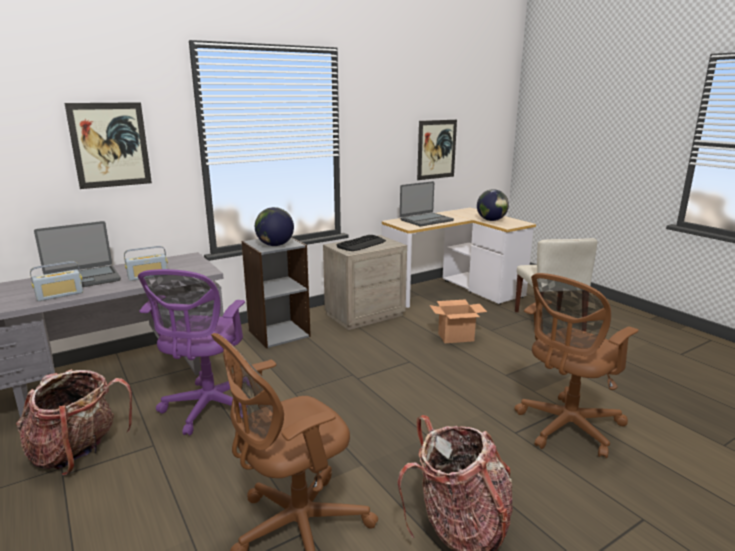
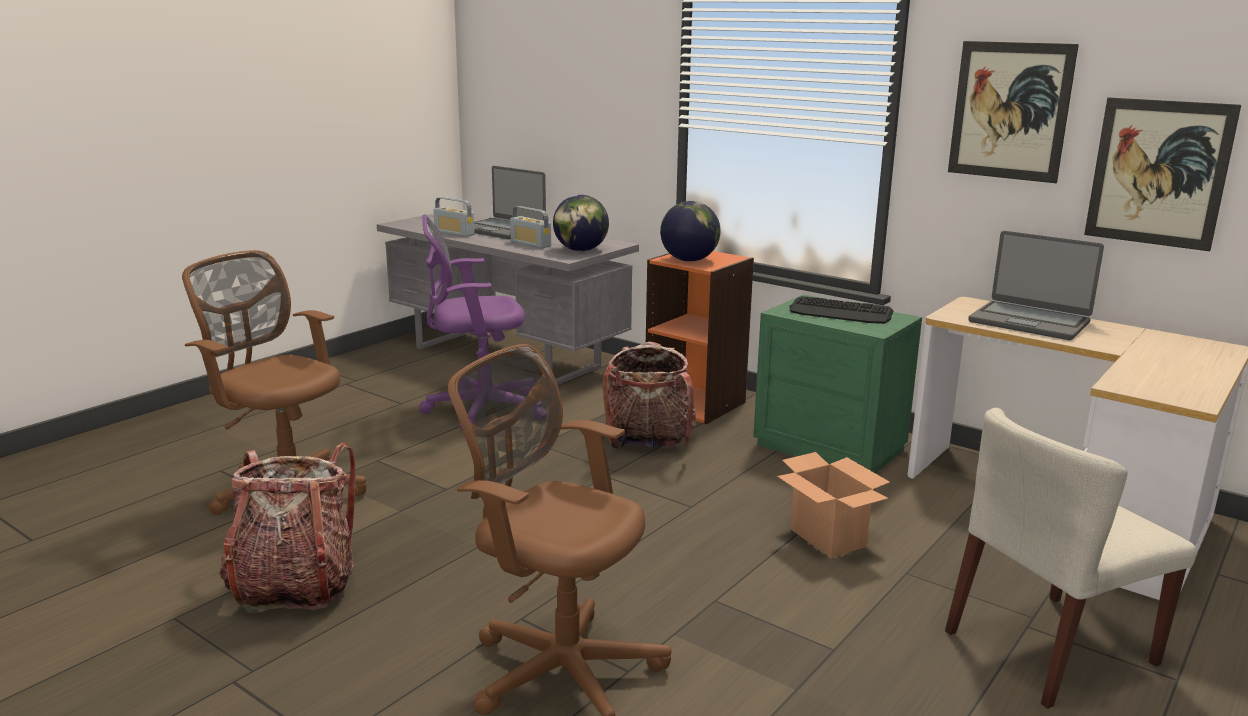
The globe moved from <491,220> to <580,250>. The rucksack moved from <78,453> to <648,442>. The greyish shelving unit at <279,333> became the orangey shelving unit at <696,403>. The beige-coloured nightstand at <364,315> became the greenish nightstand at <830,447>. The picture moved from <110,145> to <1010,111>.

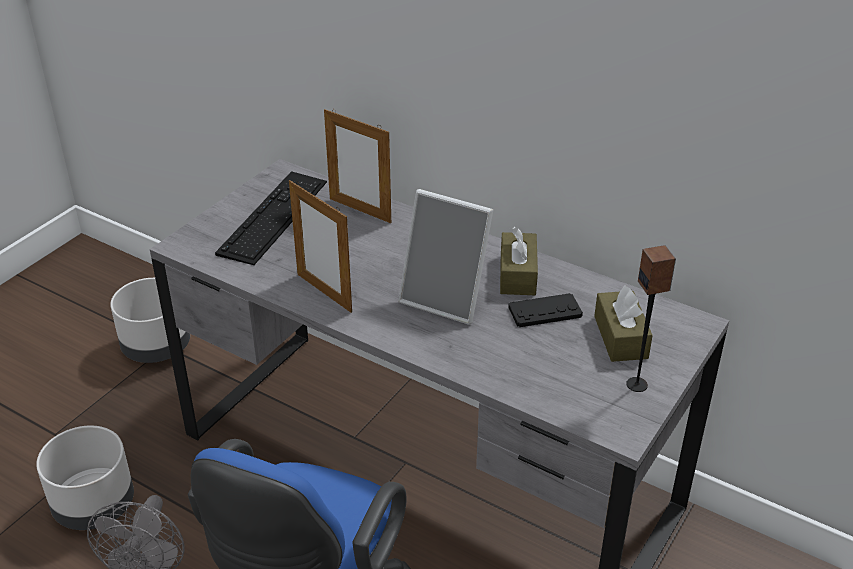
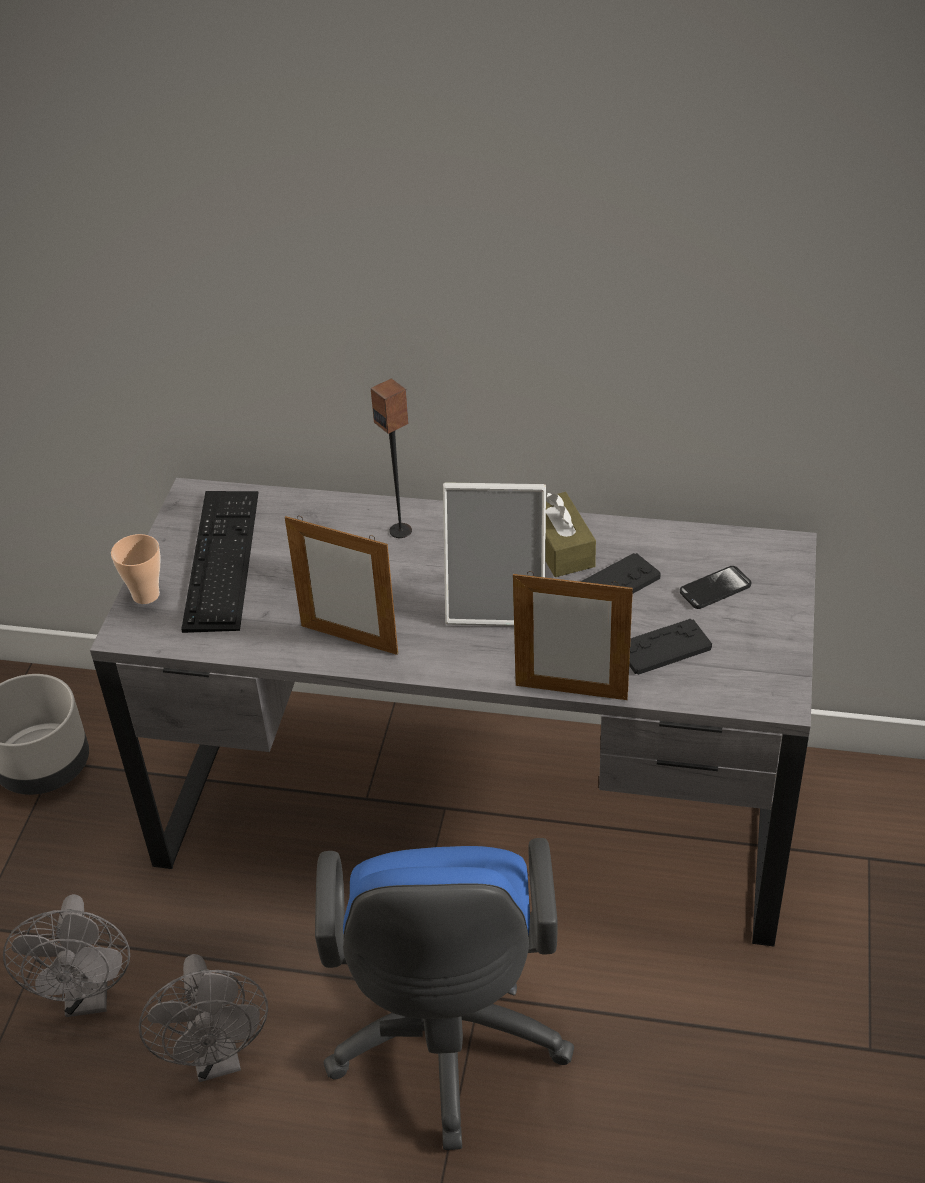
The greyish plant pot at <95,506> was replaced by the greyish electric fan at <88,996>. The drinking cup at <146,595> appeared. The speaker moved from <637,384> to <401,530>. The picture frame moved from <360,210> to <571,692>. The black-coloured joypad at <664,648> appeared. The brown box of tissues at <620,337> was replaced by the telephone at <715,589>.

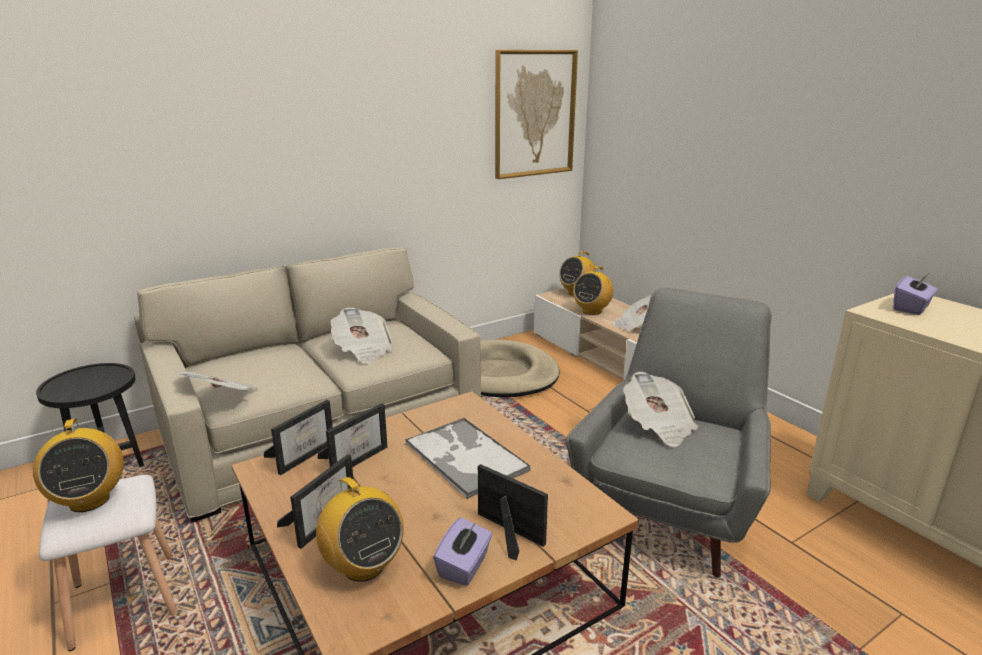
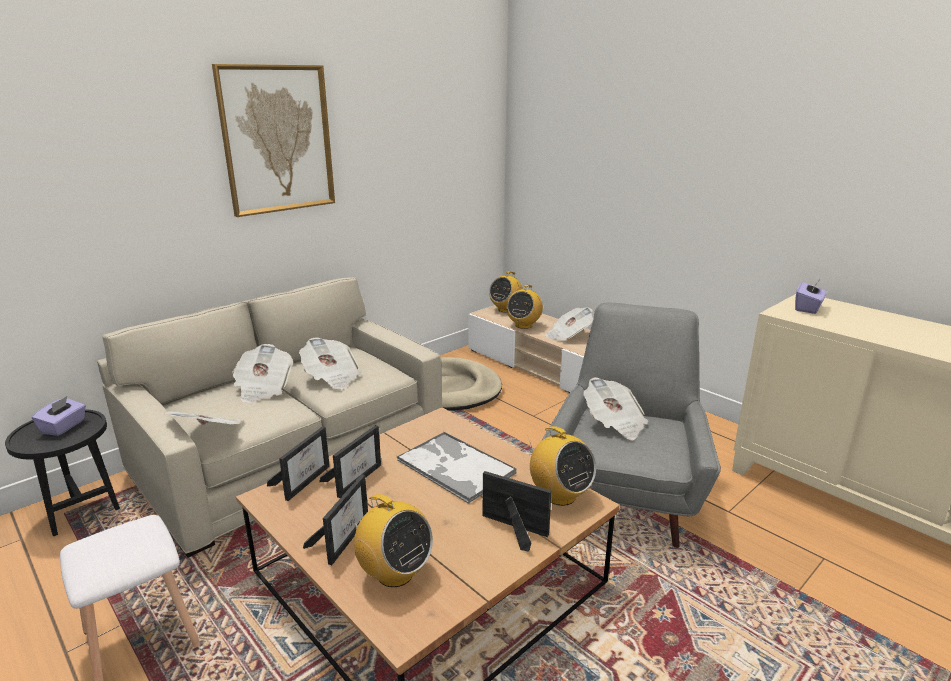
The purplish box of tissues moved from <464,566> to <64,427>. The picture moved from <534,114> to <277,139>. The daily paper at <263,388> appeared. The radio set moved from <89,500> to <559,495>.

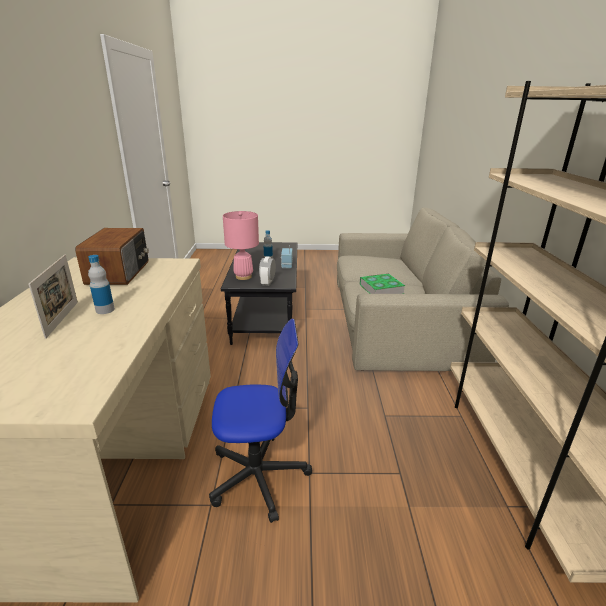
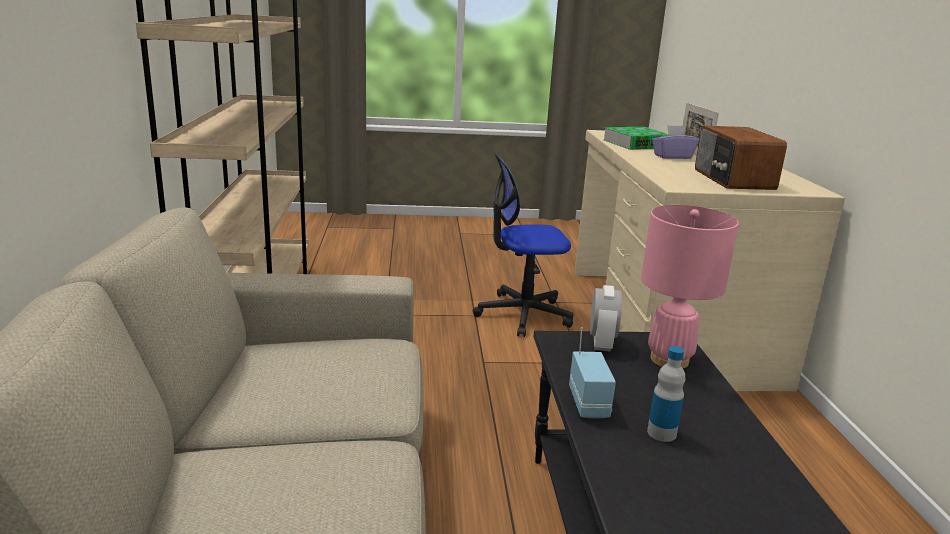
The volume moved from <381,289> to <636,144>. The bottle at <105,310> was replaced by the purplish box of tissues at <672,156>.

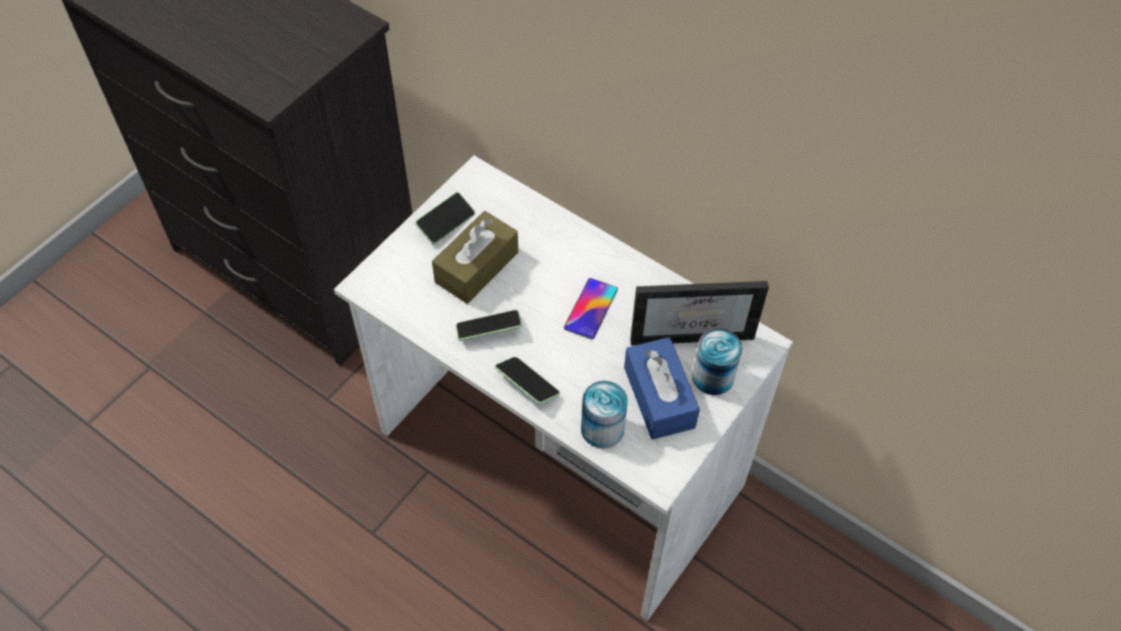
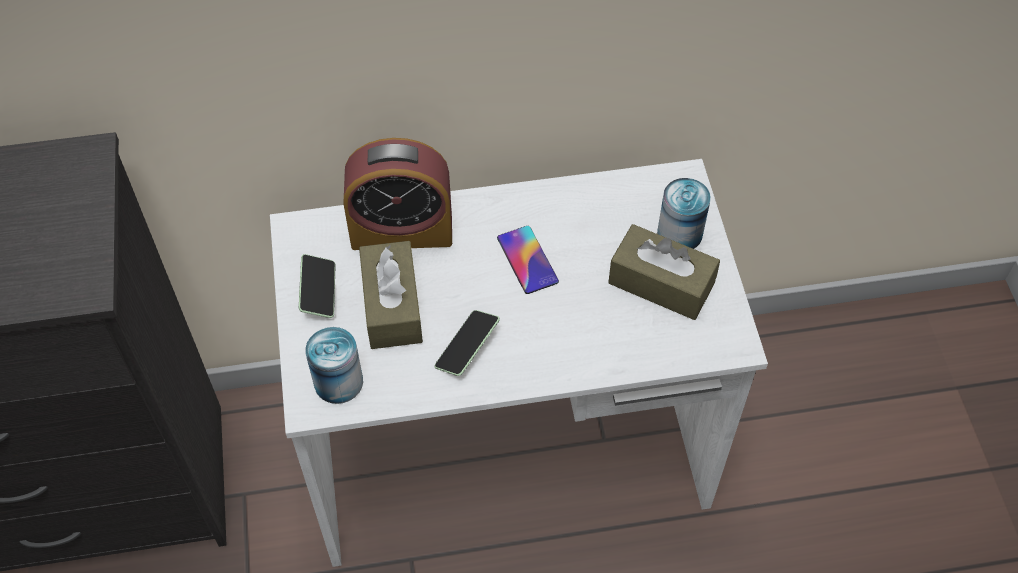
The metal can moved from <602,428> to <338,382>. The table clock at <401,230> appeared. The blue box of tissues at <659,397> became the brown box of tissues at <661,283>. The telephone at <527,385> disappeared. The picture frame at <693,328> disappeared.

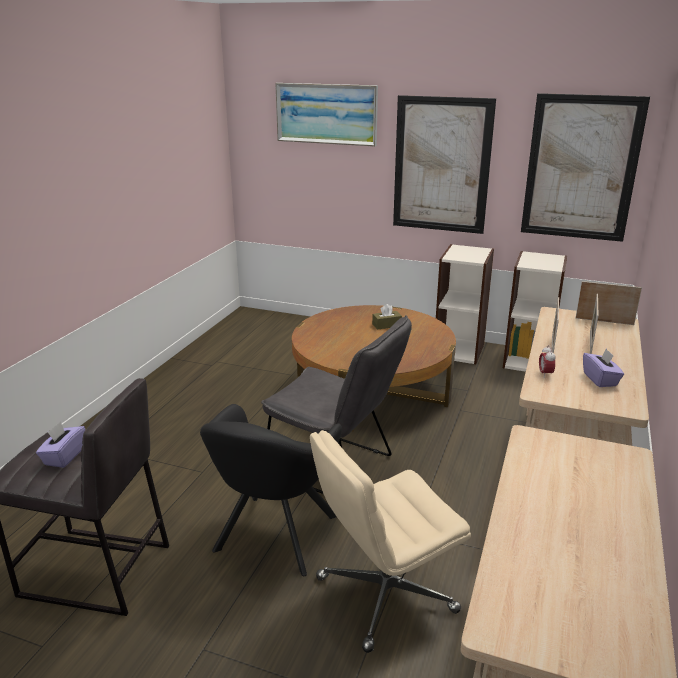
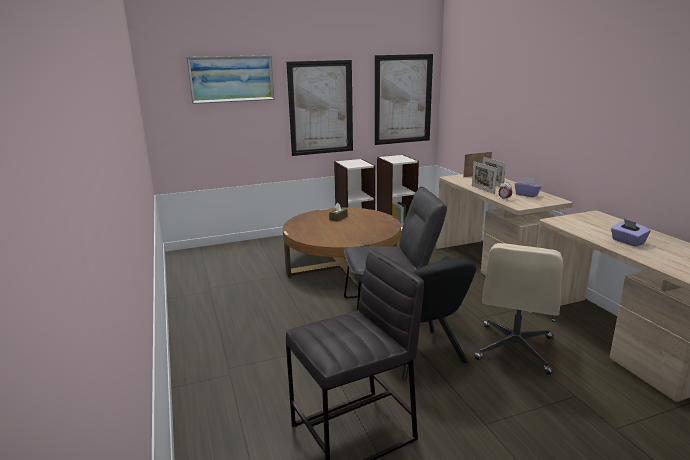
The purplish box of tissues moved from <64,456> to <627,242>.

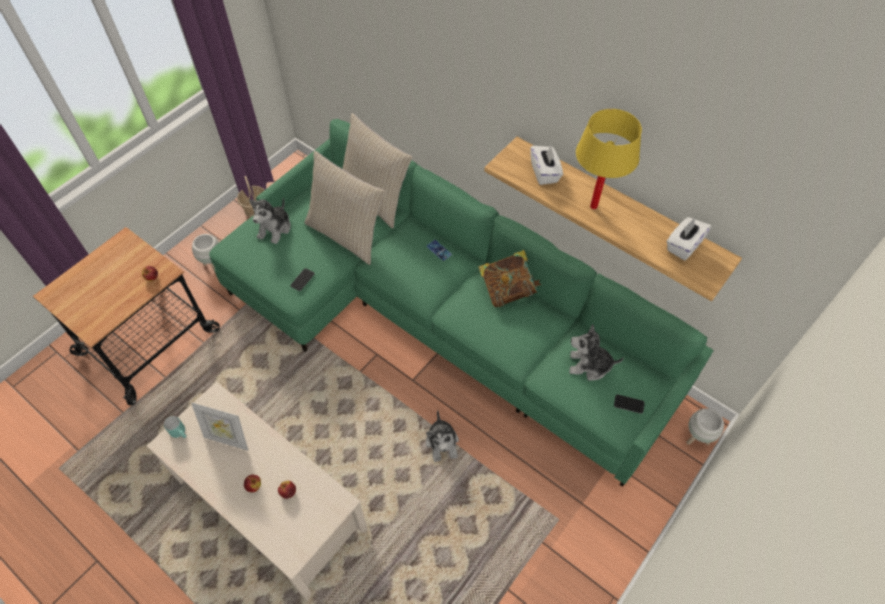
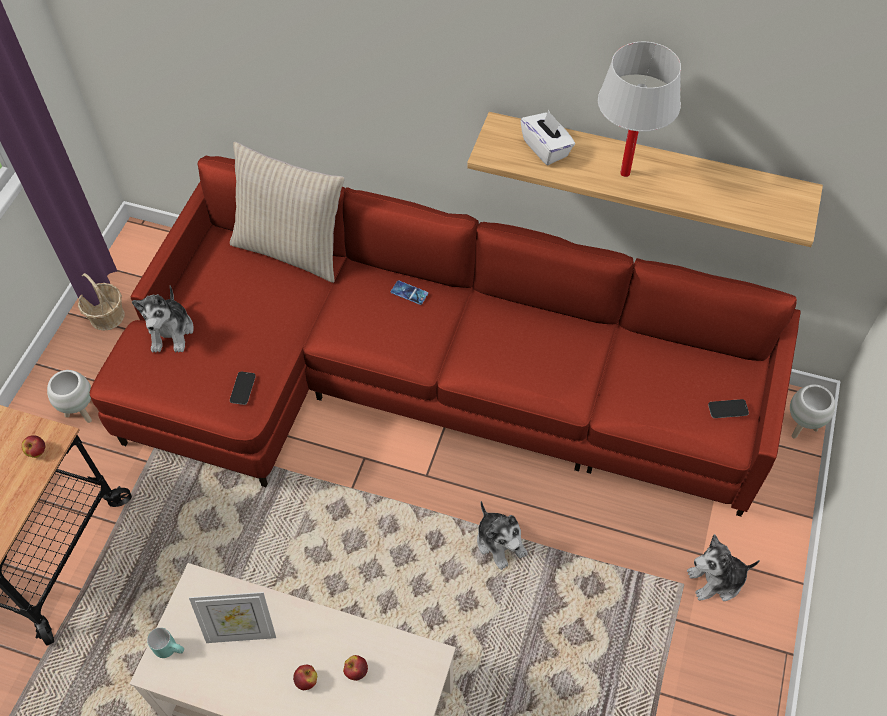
The greenish couch at <439,317> became the reddish couch at <425,382>. The yellowish table lamp at <593,206> became the white-coloured table lamp at <625,173>. The cuddly toy moved from <589,365> to <716,580>. The beige-coloured cushion at <347,234> disappeared. The volume at <508,290> disappeared. The white-coloured box of tissues at <683,245> disappeared.

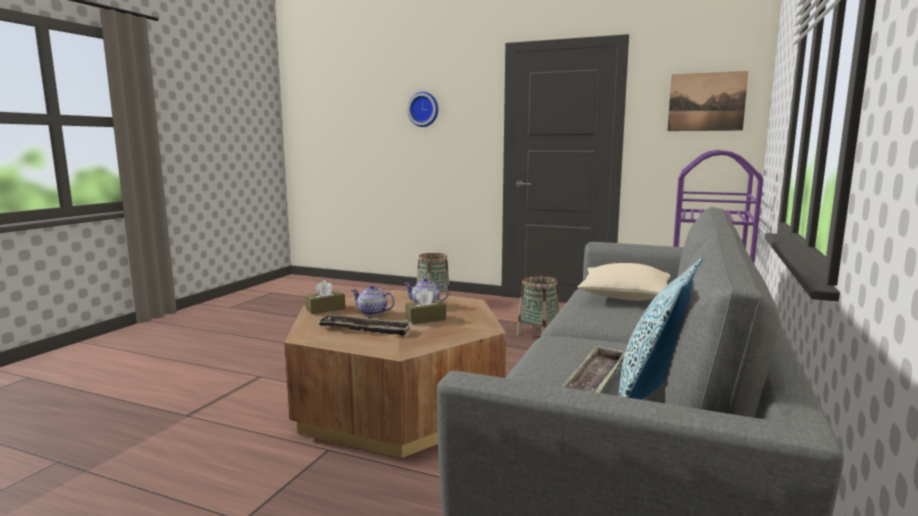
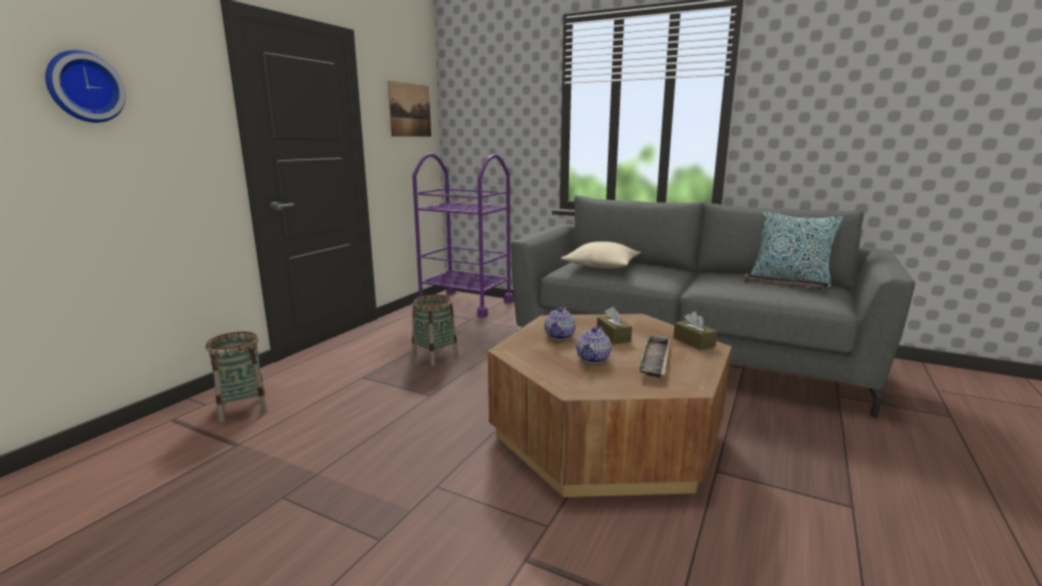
The brown box of tissues moved from <325,309> to <693,342>.

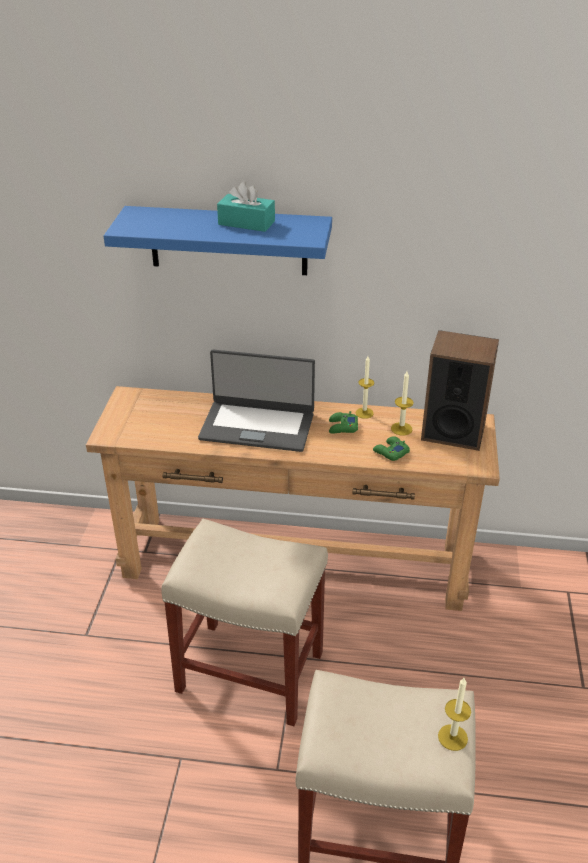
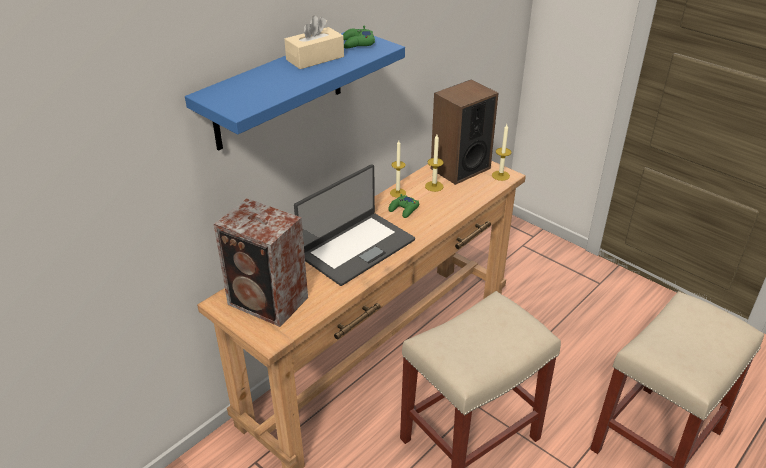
The speaker at <269,302> appeared. The turquoise-coloured box of tissues at <246,223> became the beige-coloured box of tissues at <315,58>. The greenish joypad moved from <390,452> to <357,43>. The wax candle moved from <452,737> to <500,175>.

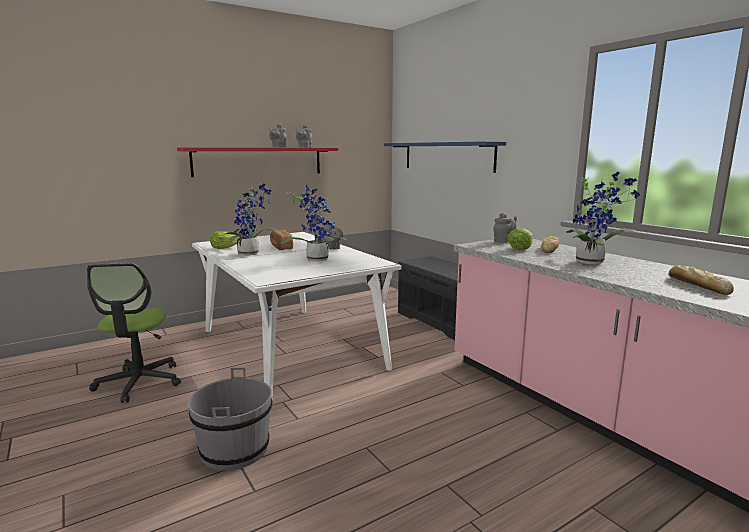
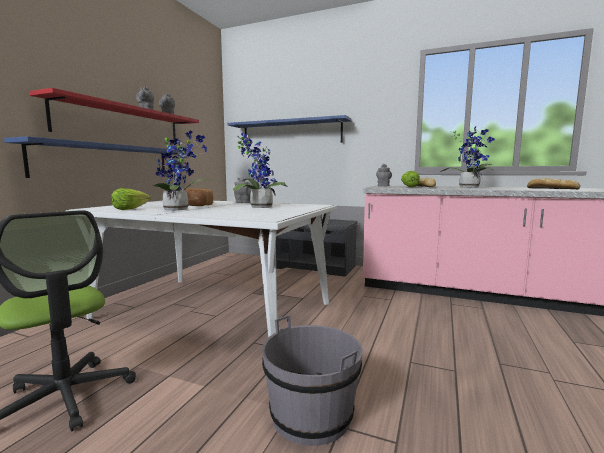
The blue bracket shelf at <107,161> appeared.

